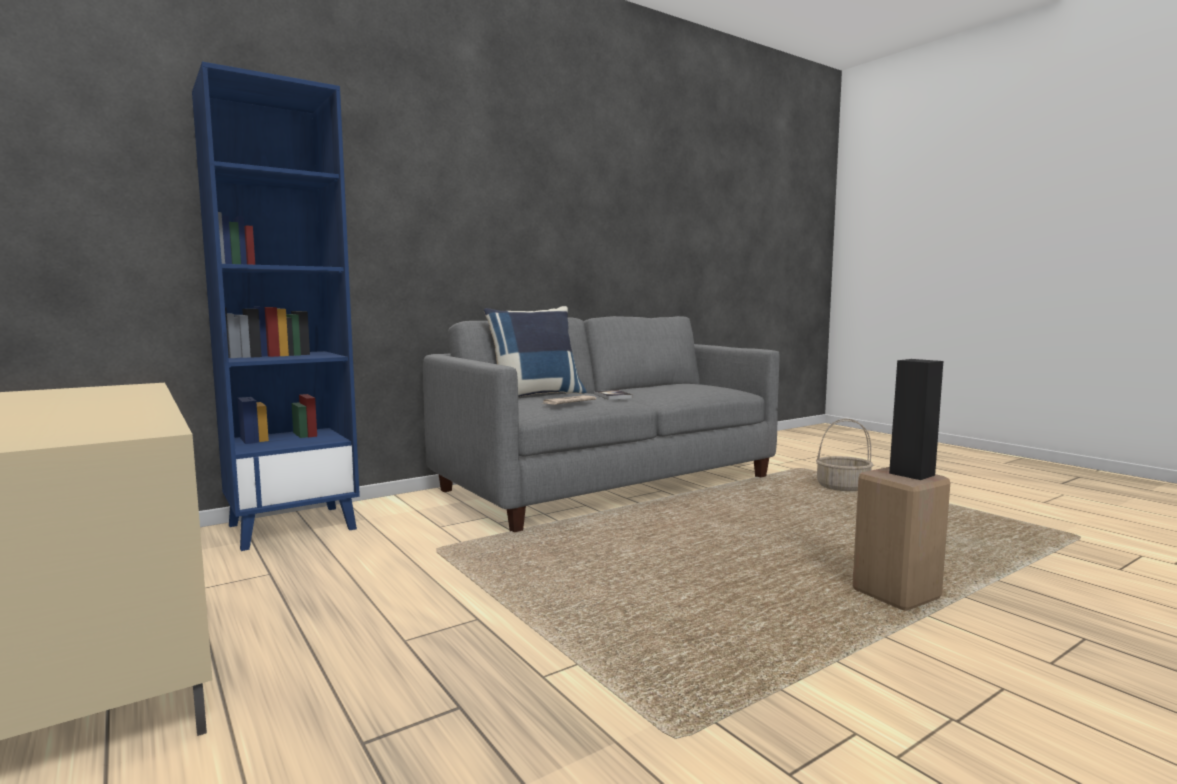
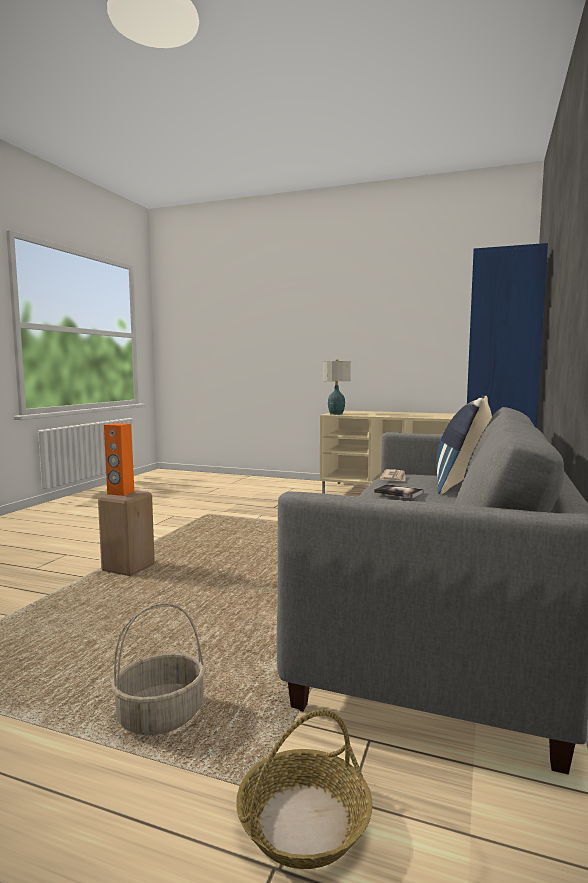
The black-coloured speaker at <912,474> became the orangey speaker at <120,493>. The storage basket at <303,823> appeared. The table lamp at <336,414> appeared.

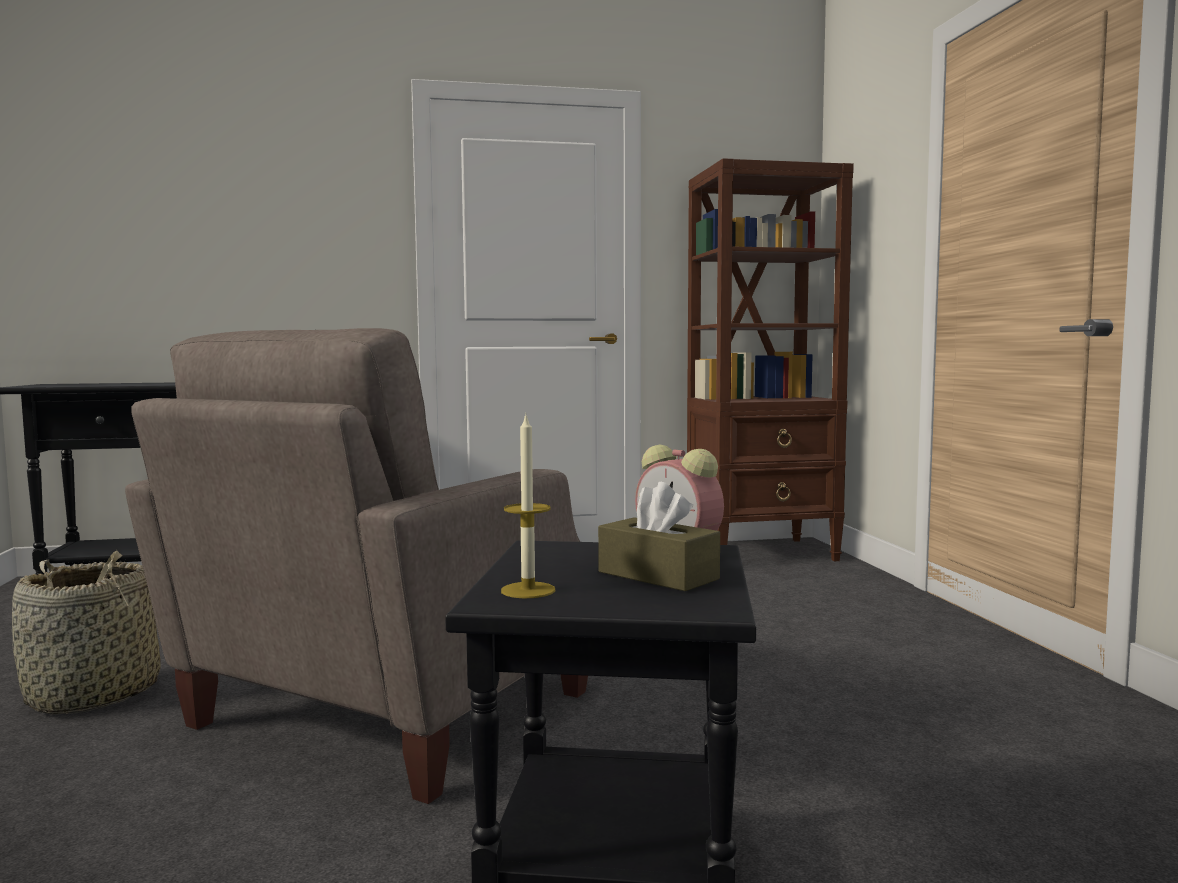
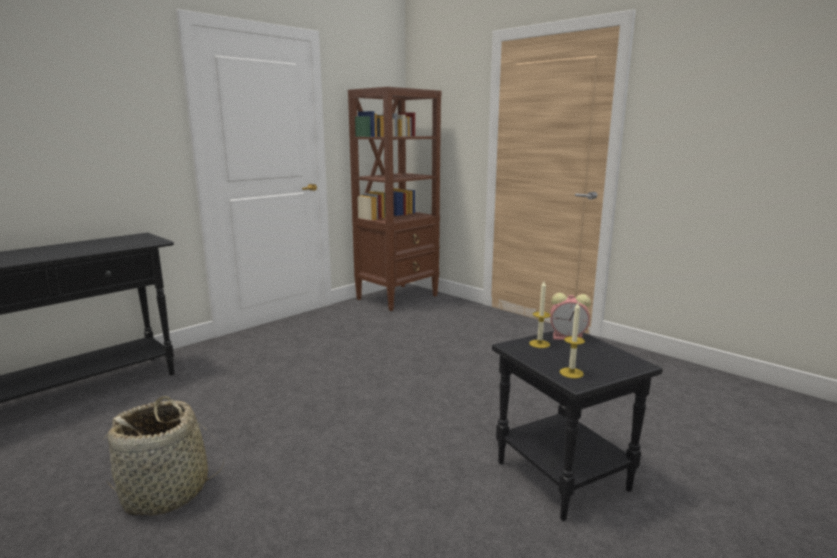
The wax candle at <539,344> appeared. The beige-coloured lounge chair at <384,713> disappeared. The brown box of tissues at <658,575> disappeared.

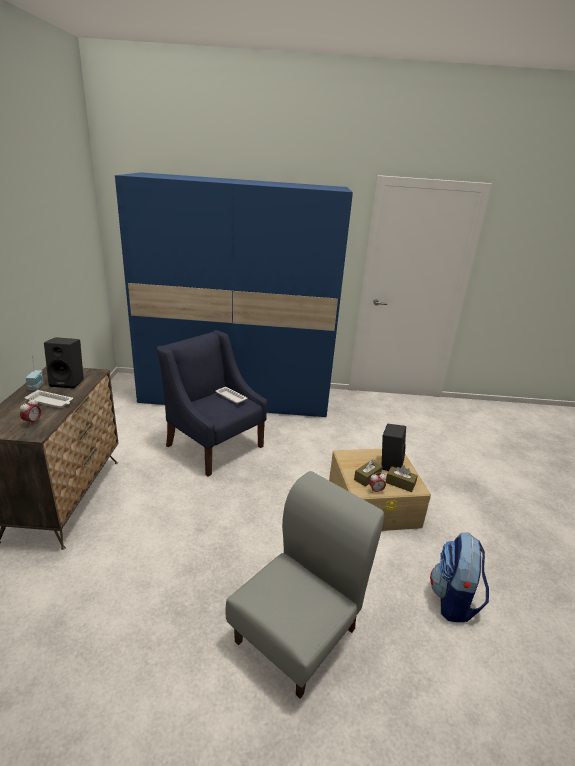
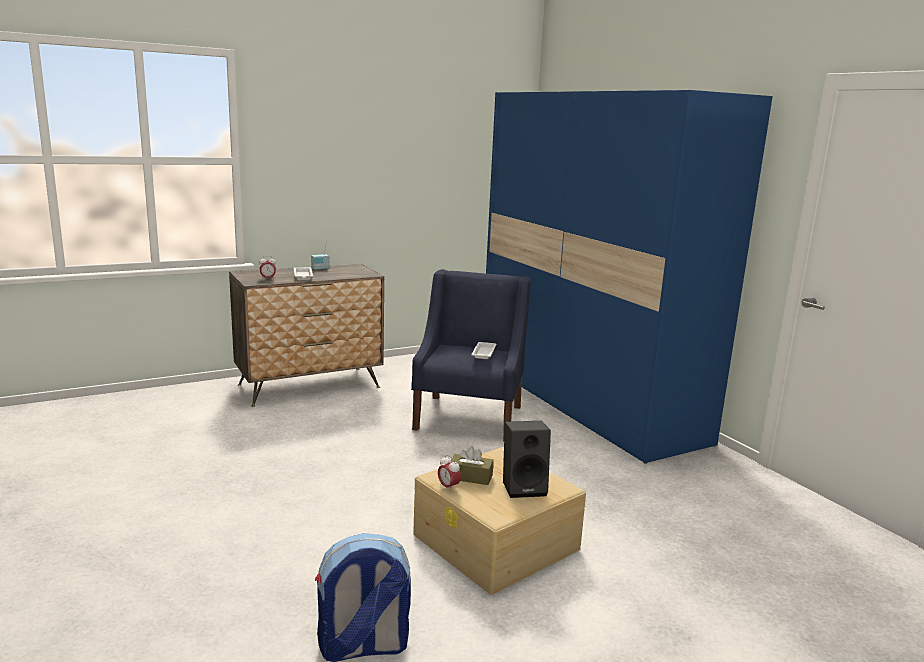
The black-coloured speaker at <69,382> disappeared. The greyish plain chair at <297,635> disappeared. The brown box of tissues at <400,483> disappeared.

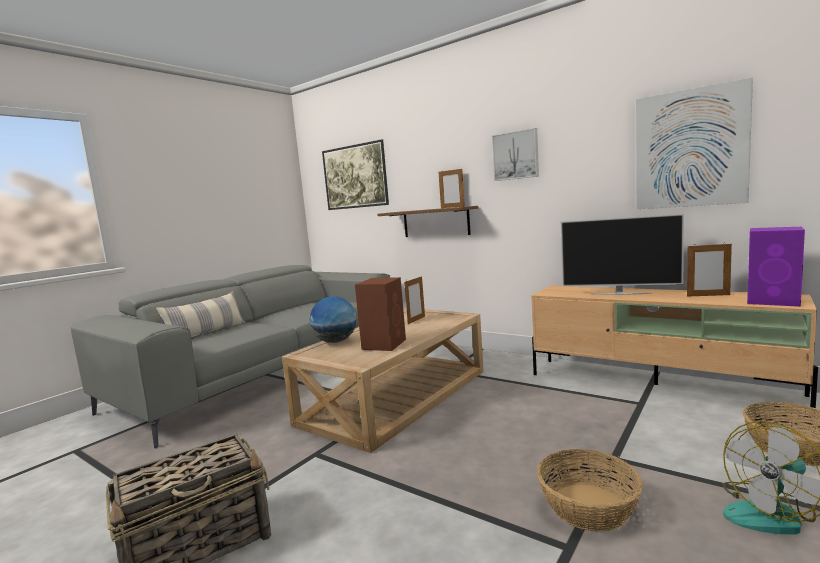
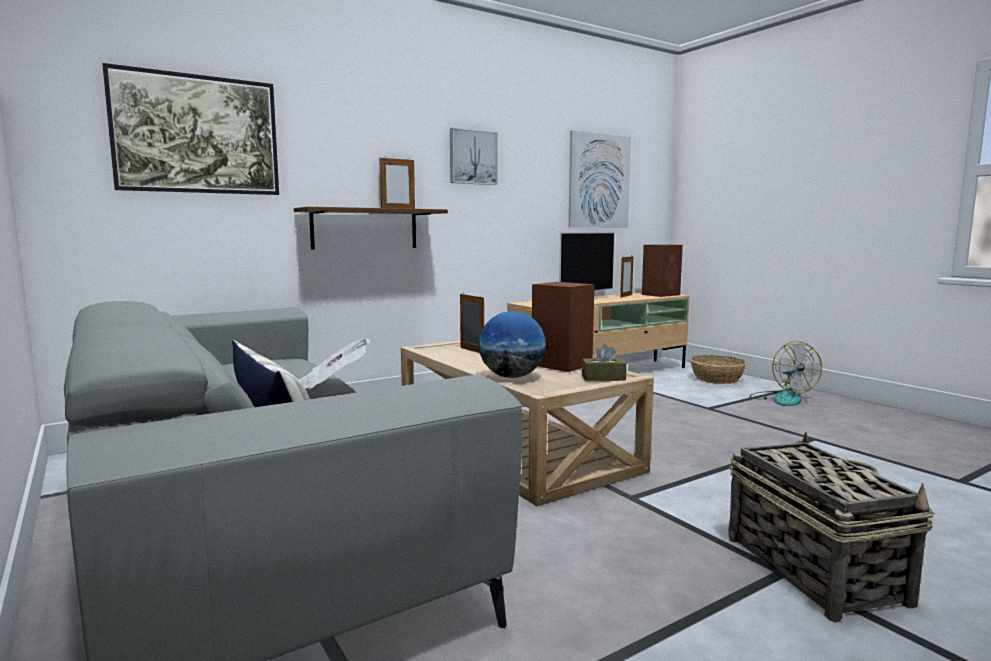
The daily paper at <331,384> appeared. The brown box of tissues at <603,378> appeared. The purplish speaker at <774,301> became the brown speaker at <661,294>. The storage basket at <589,507> disappeared.

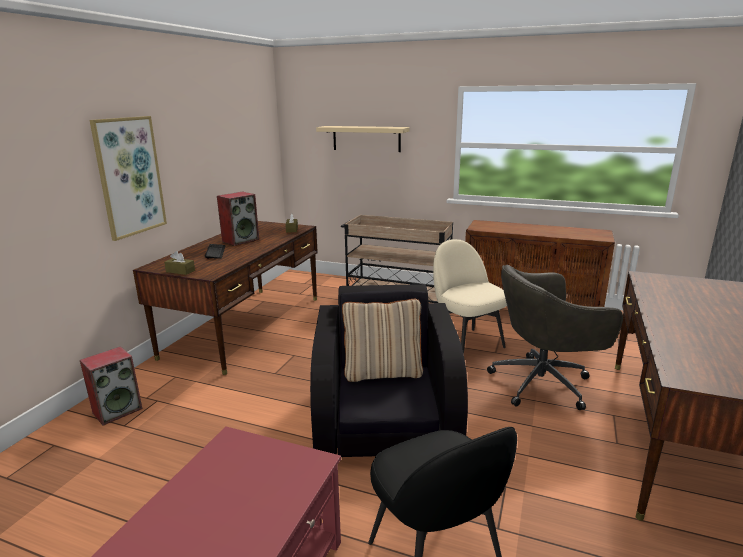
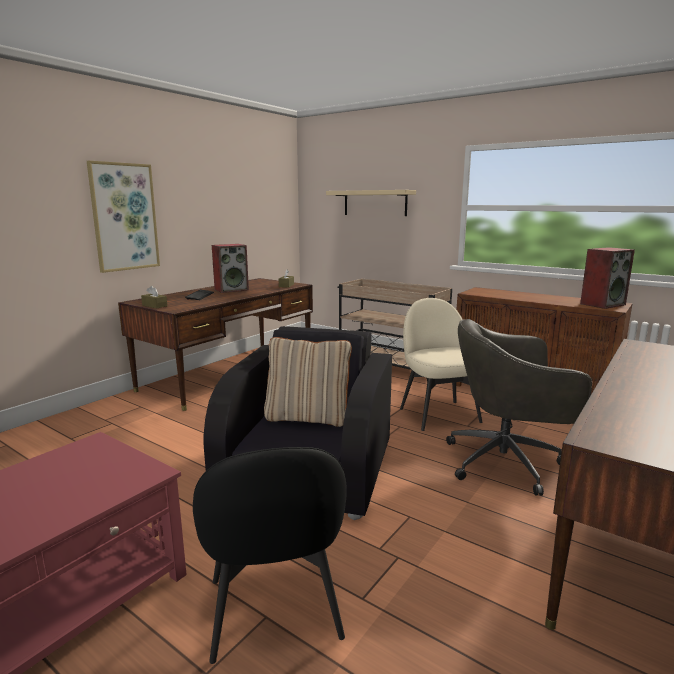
The speaker moved from <118,410> to <602,304>.

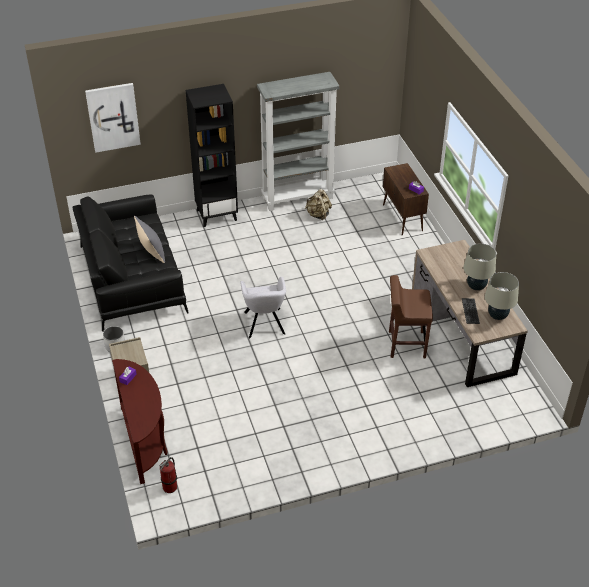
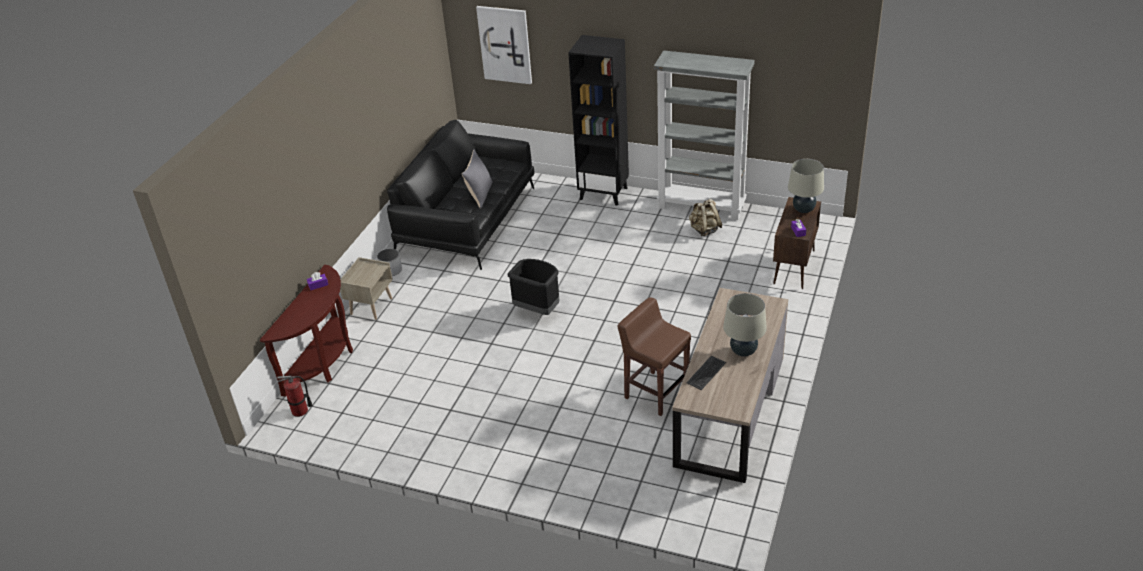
The greyish lounge chair at <264,324> was replaced by the black-coloured trash can at <537,310>. The beige-coloured table lamp moved from <497,316> to <803,210>.

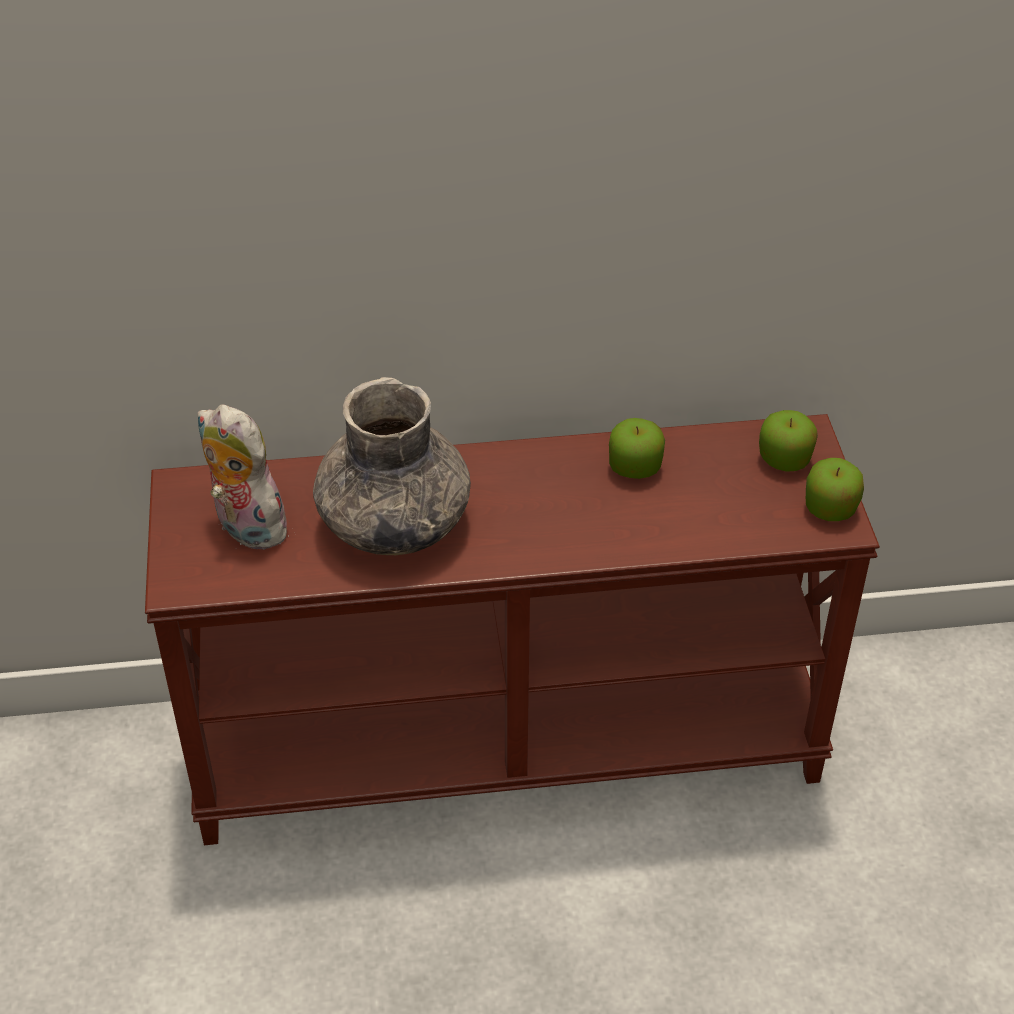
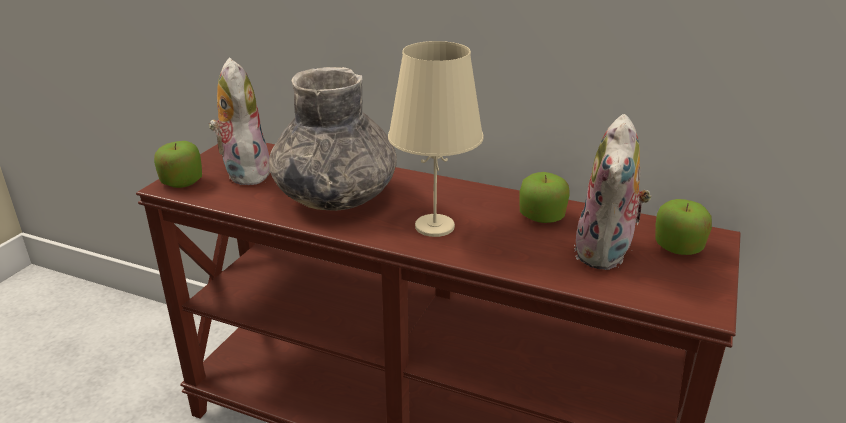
The whole apple moved from <830,508> to <182,182>. The beige-coloured table lamp at <435,226> appeared. The cuddly toy at <606,253> appeared.

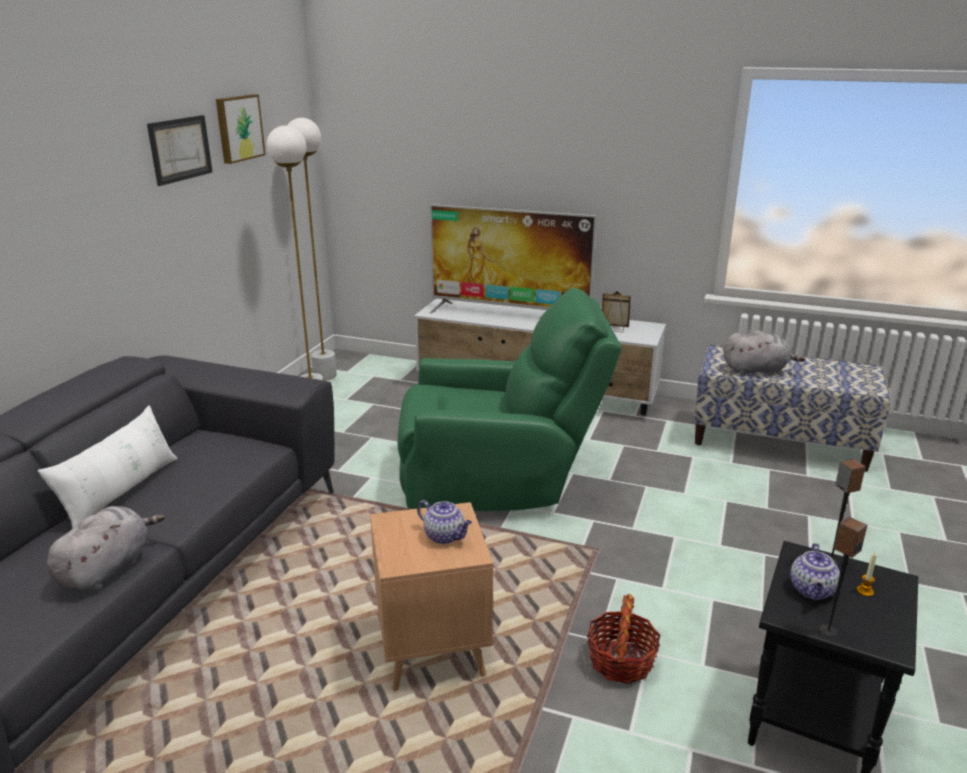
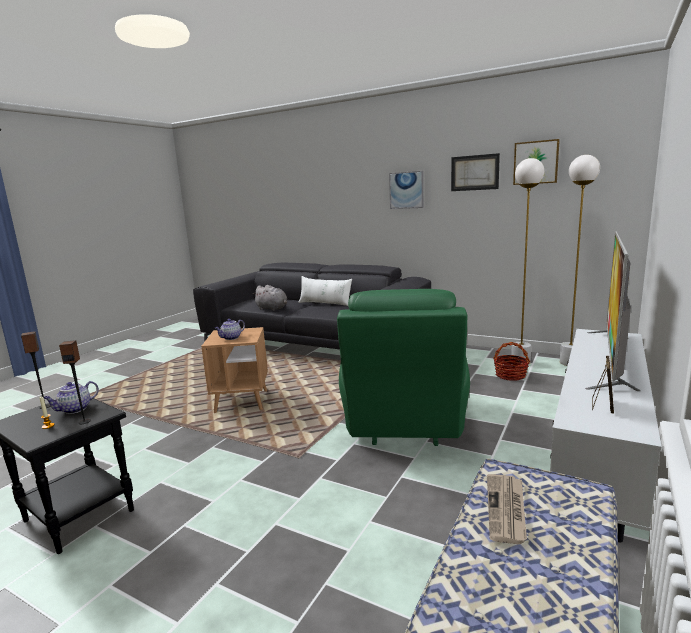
The pot for tea at <812,590> turned 75 degrees counterclockwise. The picture at <406,190> appeared. The greyish cuddly toy at <756,370> was replaced by the daily paper at <507,509>. The storage basket moved from <621,661> to <510,375>.

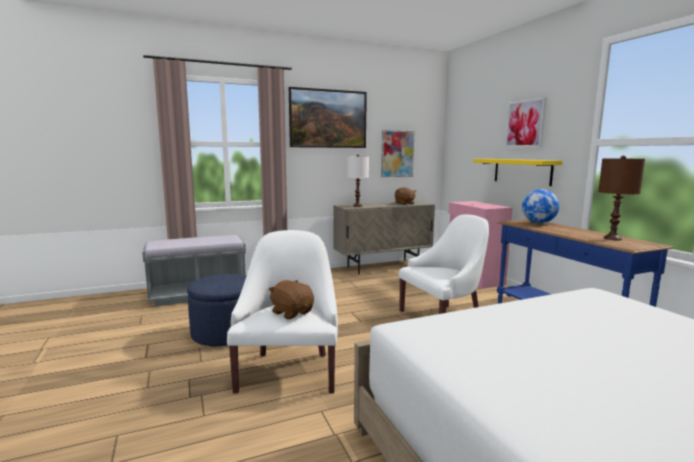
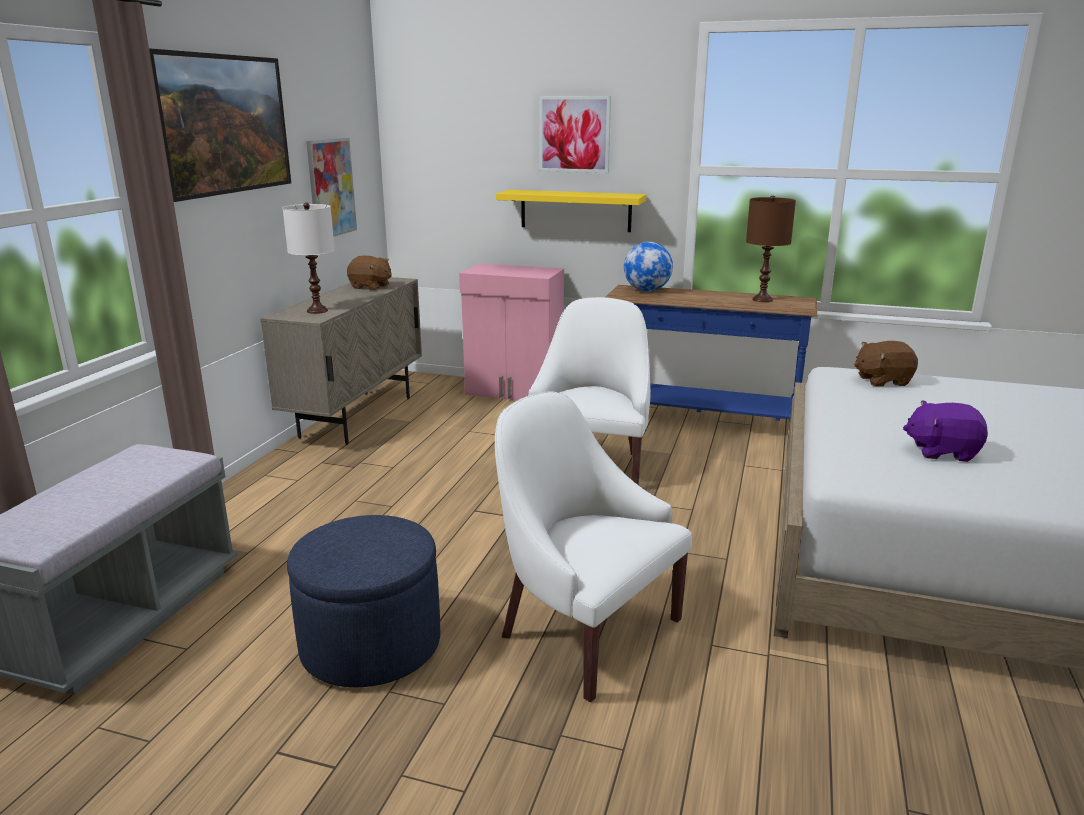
The brown cuddly toy moved from <292,312> to <882,381>. The purplish cuddly toy at <941,451> appeared.

